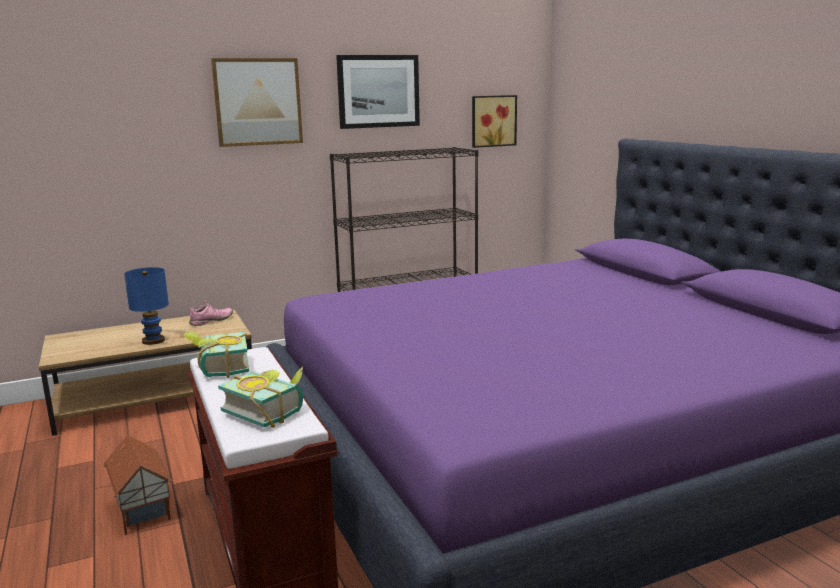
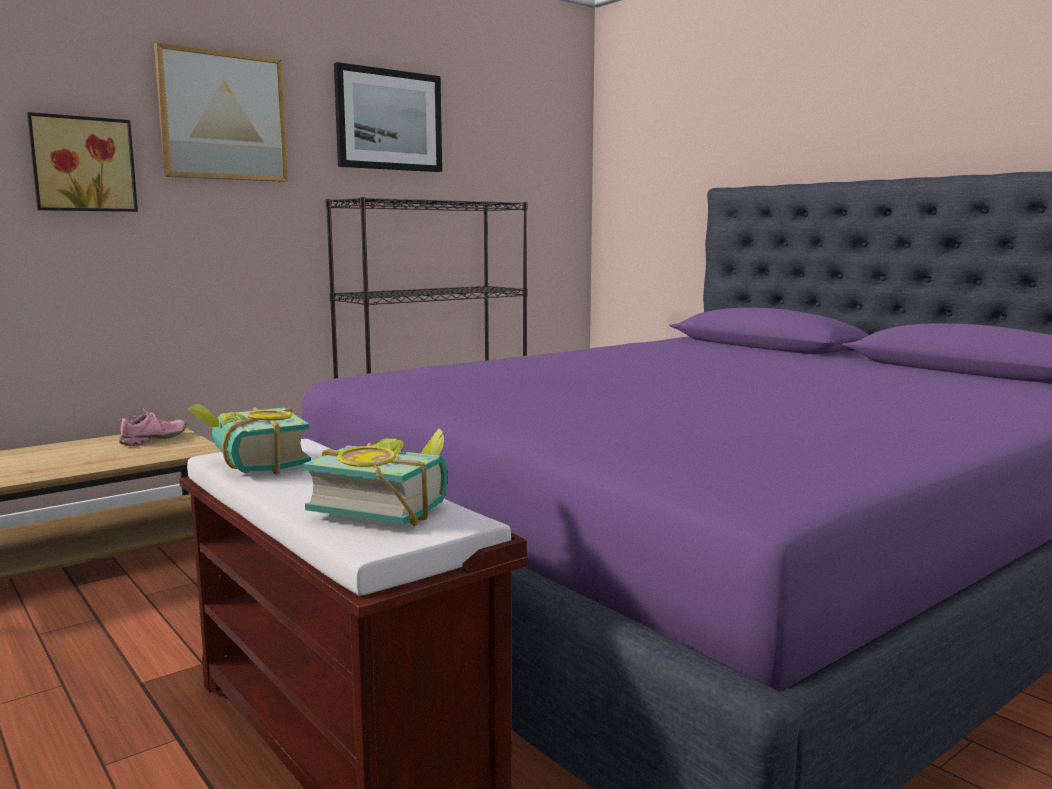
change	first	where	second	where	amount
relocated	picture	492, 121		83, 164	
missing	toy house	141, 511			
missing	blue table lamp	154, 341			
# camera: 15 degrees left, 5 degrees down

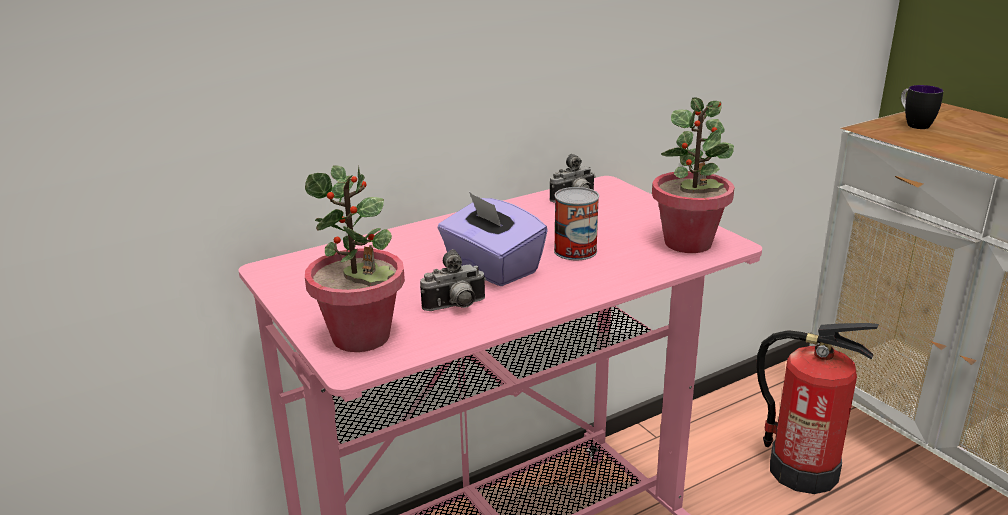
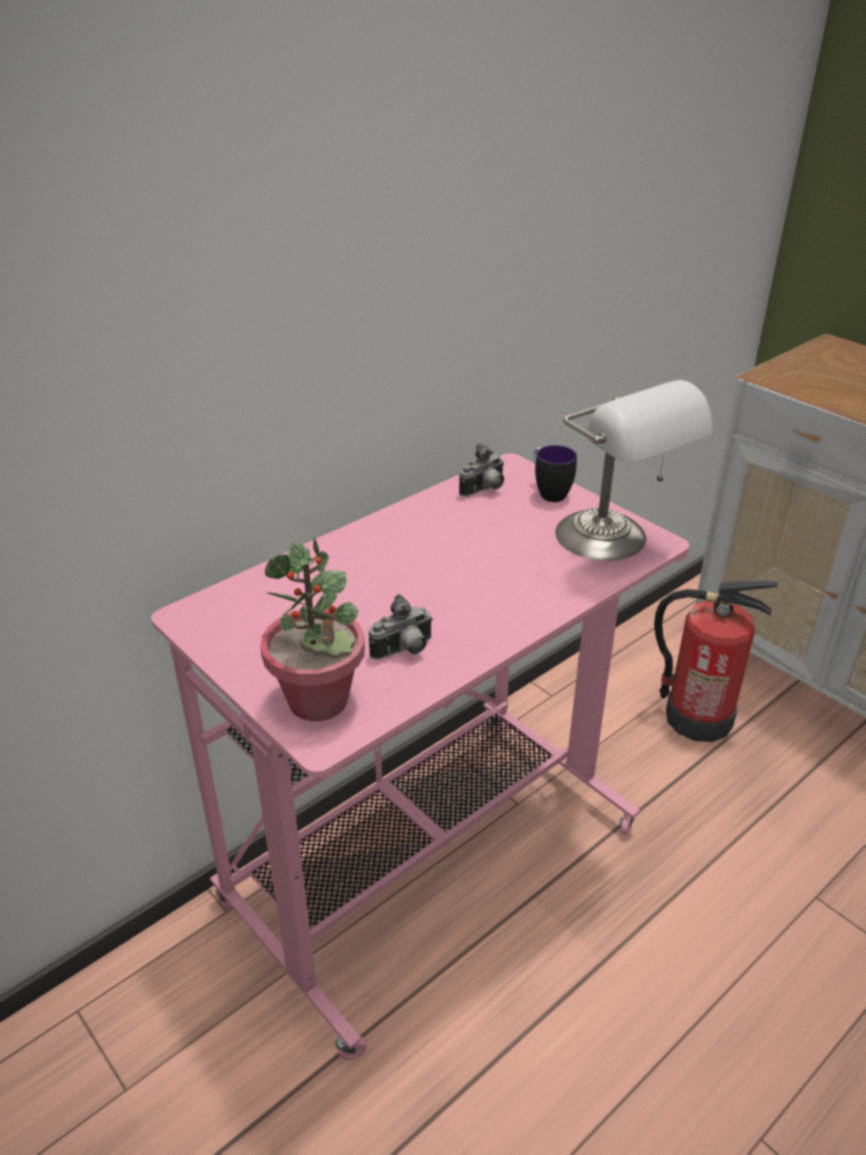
change	first	where	second	where	amount
relocated	mug	913, 124		548, 492	
exchanged	potted plant	688, 243	white table lamp	616, 543	
missing	purple tissue box	491, 268			
missing	can	575, 251			
# camera: 10 degrees left, 10 degrees up

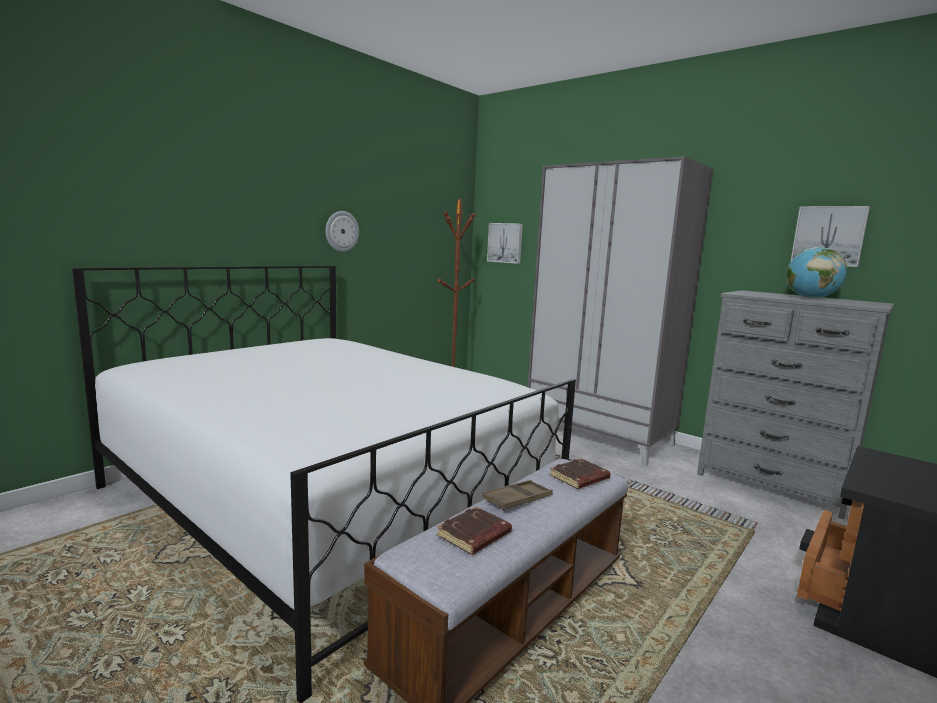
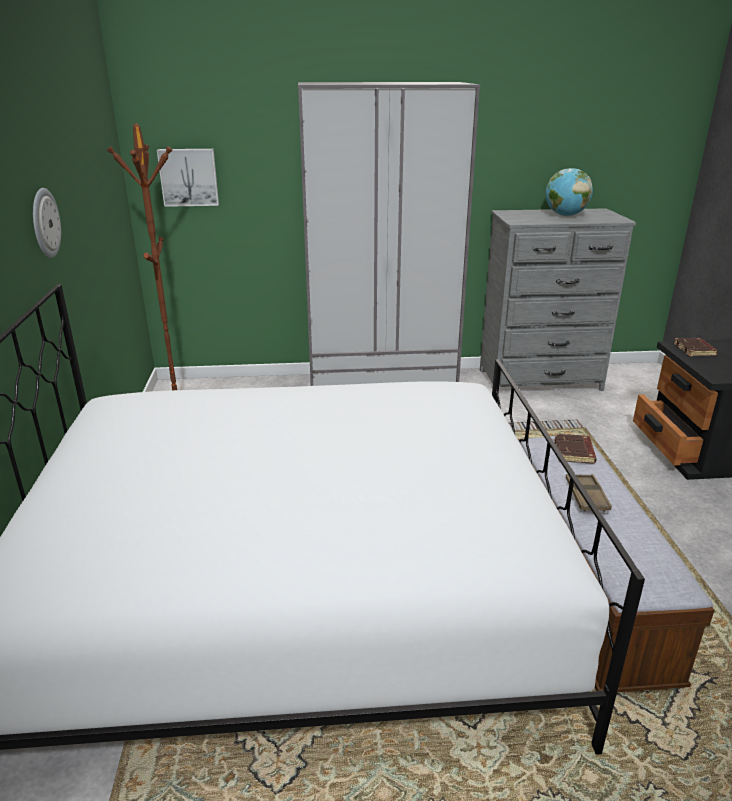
change	first	where	second	where	amount
relocated	brown book	474, 536		695, 350	
missing	picture	829, 236			
# camera: 45 degrees left, 15 degrees up

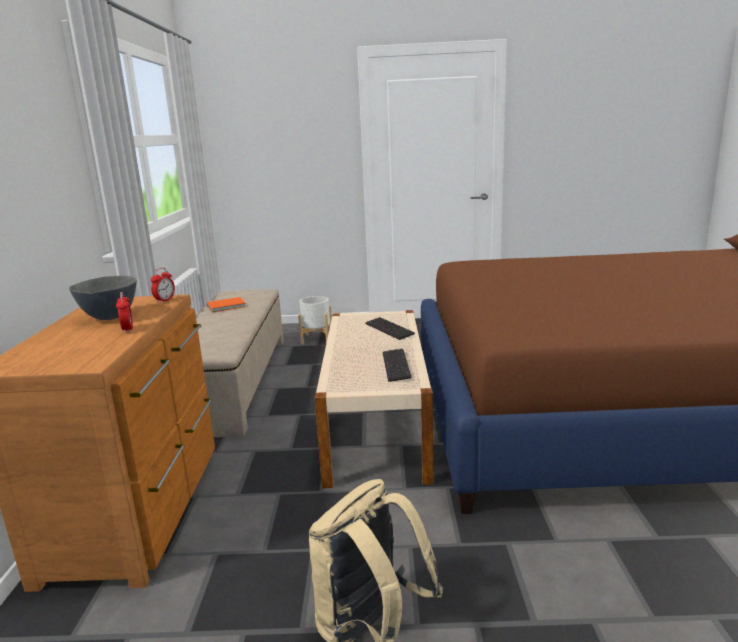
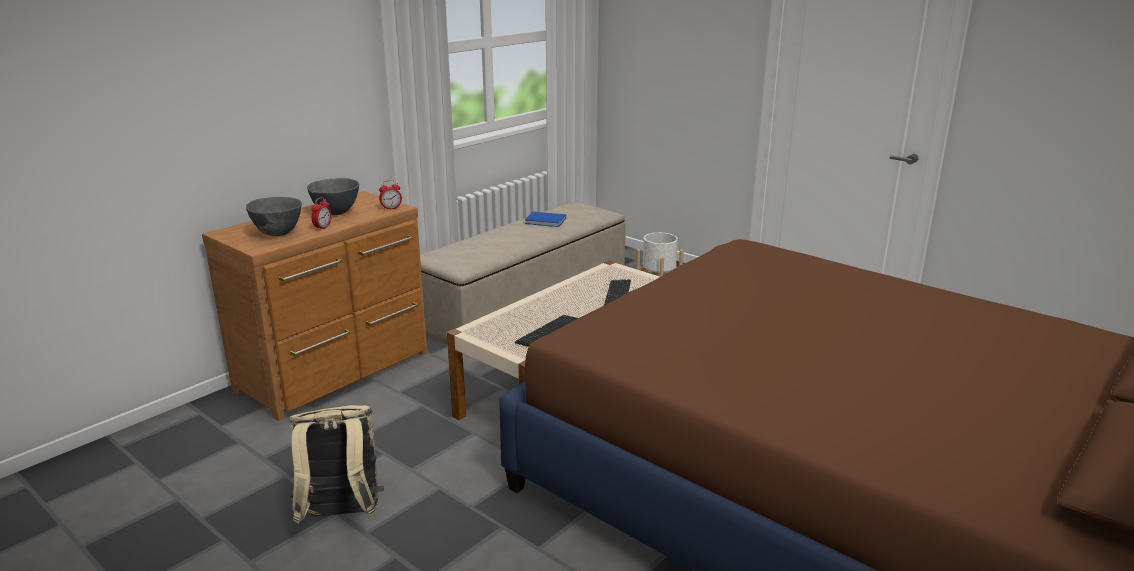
change	first	where	second	where	amount
appeared			grey bowl	278, 234	
colour	orange book	227, 306	blue book	546, 221	
# camera: 40 degrees right, 5 degrees up

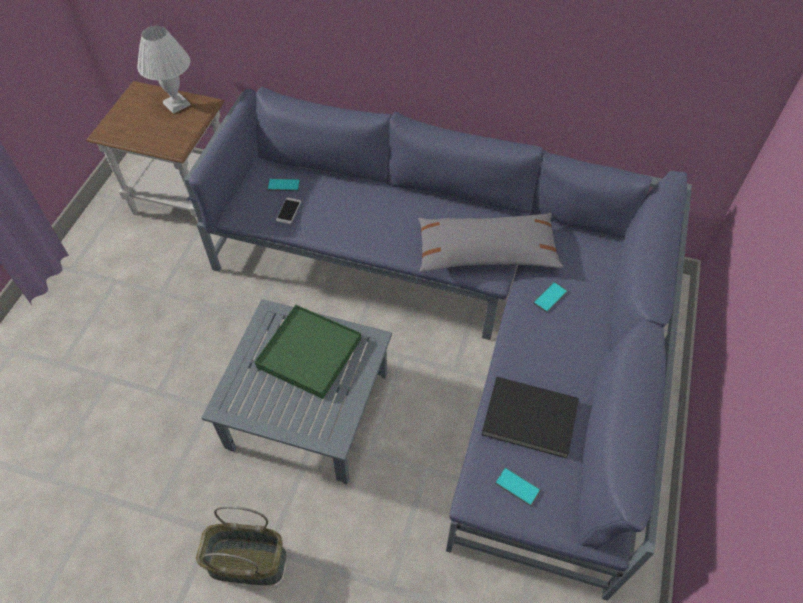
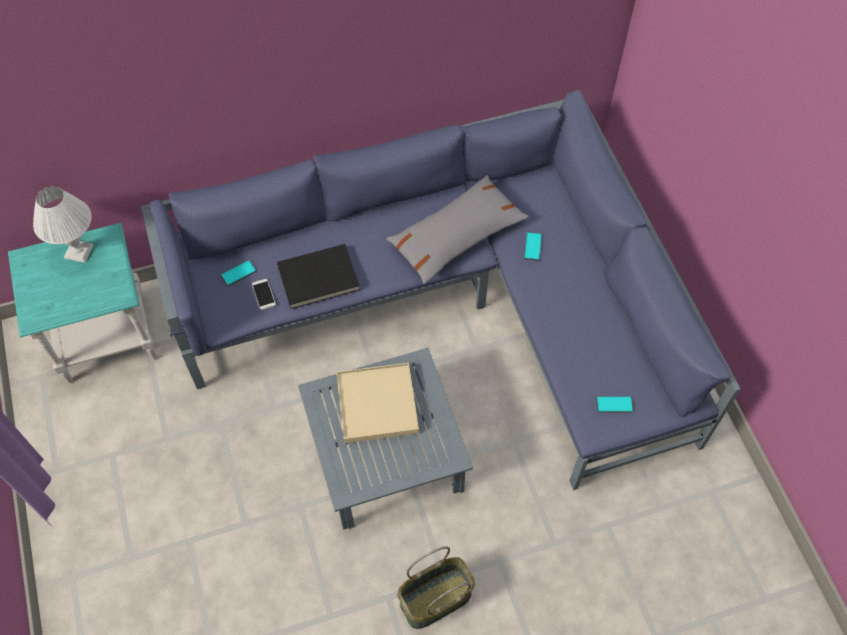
change	first	where	second	where	amount
colour	brown side table	185, 198	turquoise side table	108, 337	
relocated	black book	529, 420		318, 279	
colour	green tray	309, 353	beige tray	377, 405	
# camera: 35 degrees left, 5 degrees up

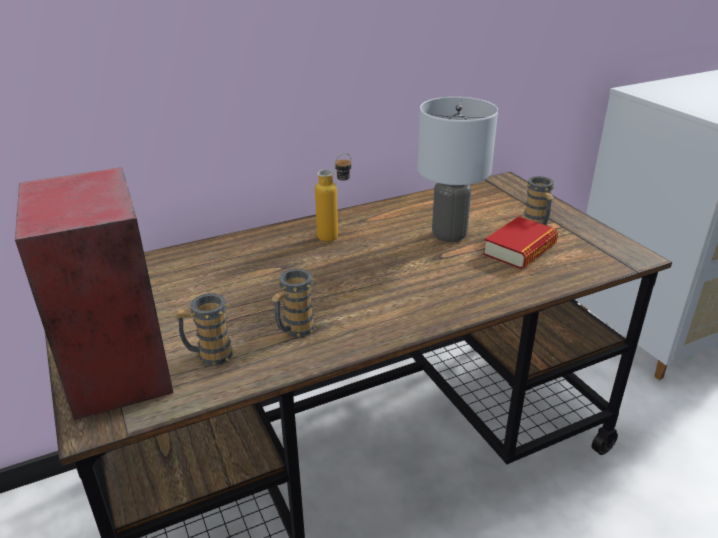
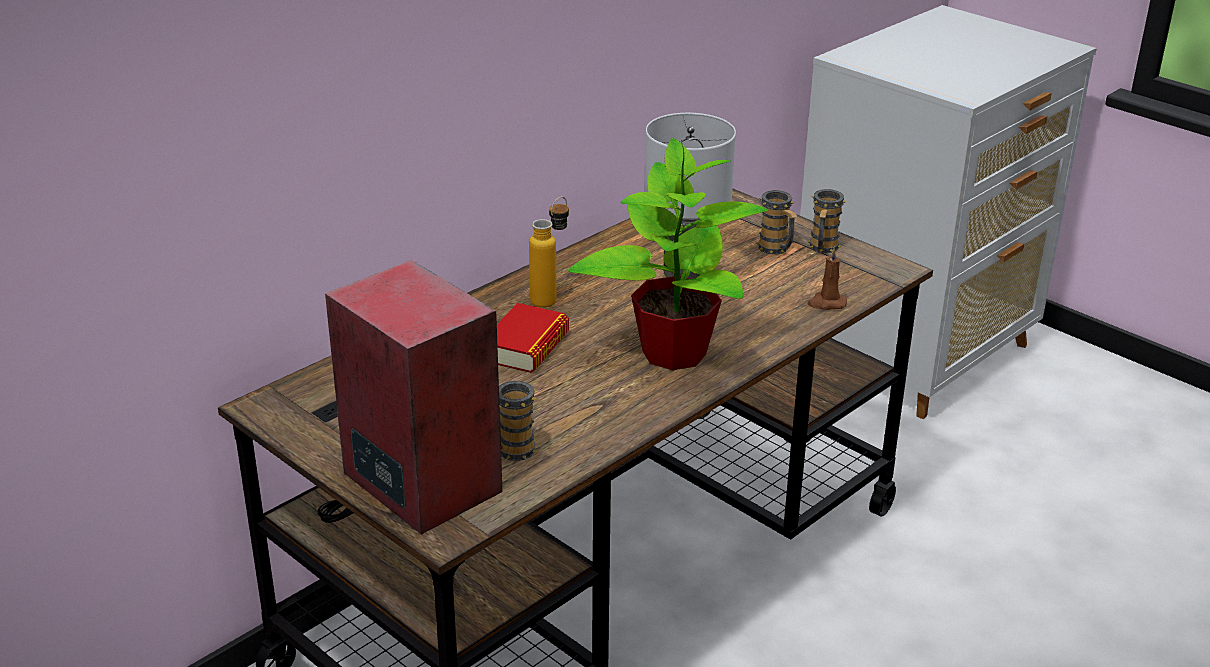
change	first	where	second	where	amount
relocated	book	519, 249		526, 347	
appeared			potted plant	672, 352	
relocated	mug	294, 330		822, 248	
appeared			brown candle	826, 303	
# camera: 20 degrees left, 0 degrees up

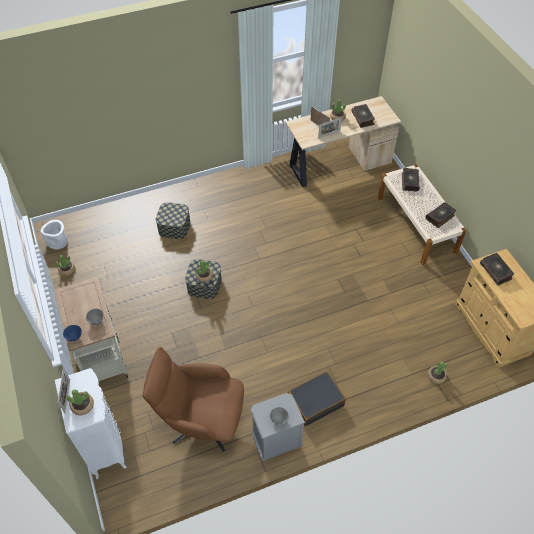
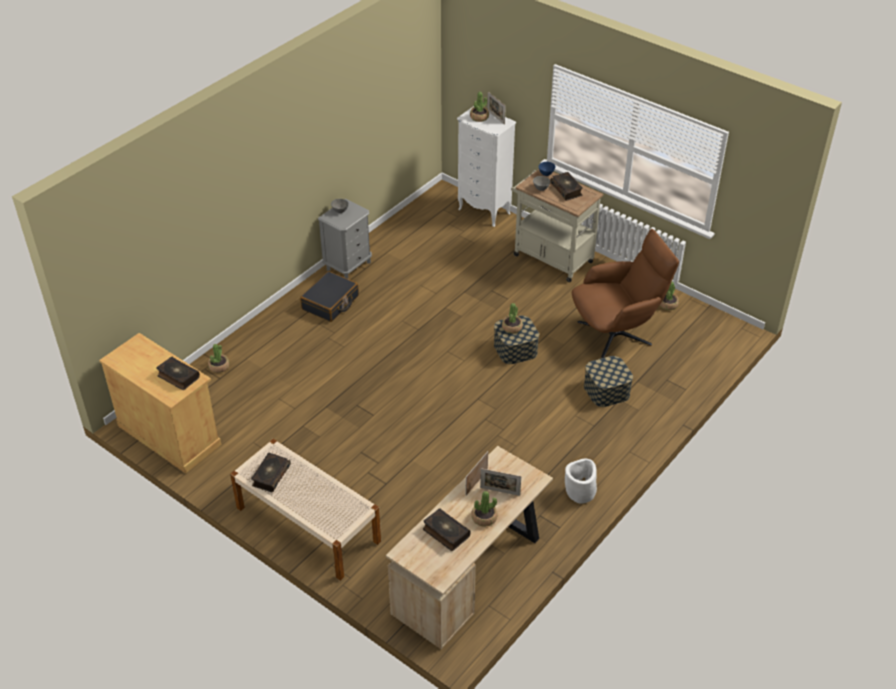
change	first	where	second	where	amount
relocated	book	409, 182		566, 190	
relocated	white planter	58, 242		580, 492	
relocated	brown armchair	202, 421		616, 333	
# camera: 150 degrees right, 10 degrees down

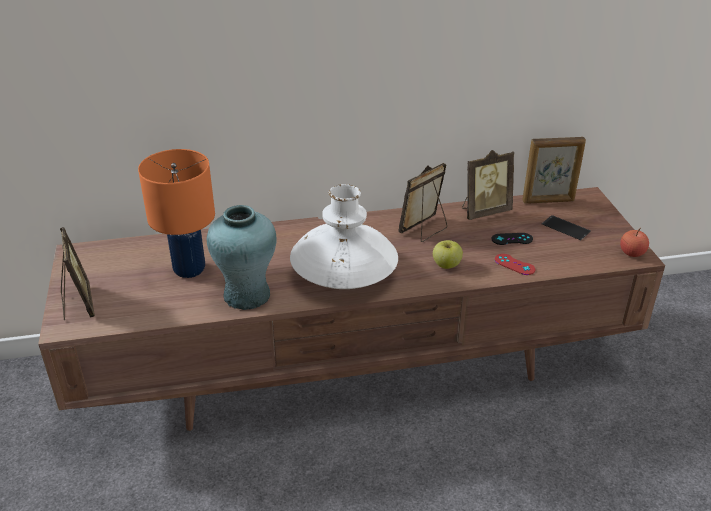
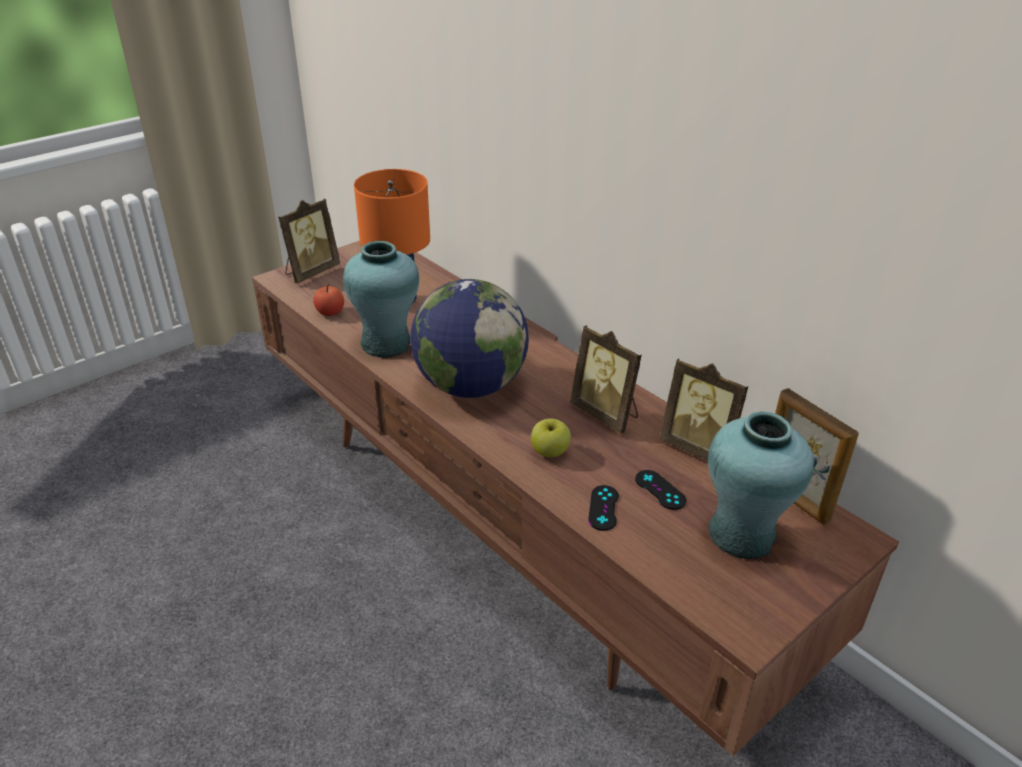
change	first	where	second	where	amount
relocated	apple	632, 253		330, 312	
exchanged	white vase	344, 273	globe	470, 386	
spun	picture frame	424, 230		606, 414	150 degrees counterclockwise
colour	red game controller	514, 264	black game controller	603, 508	
exchanged	phone	565, 228	turquoise vase	741, 534	
# camera: 60 degrees right, 0 degrees up

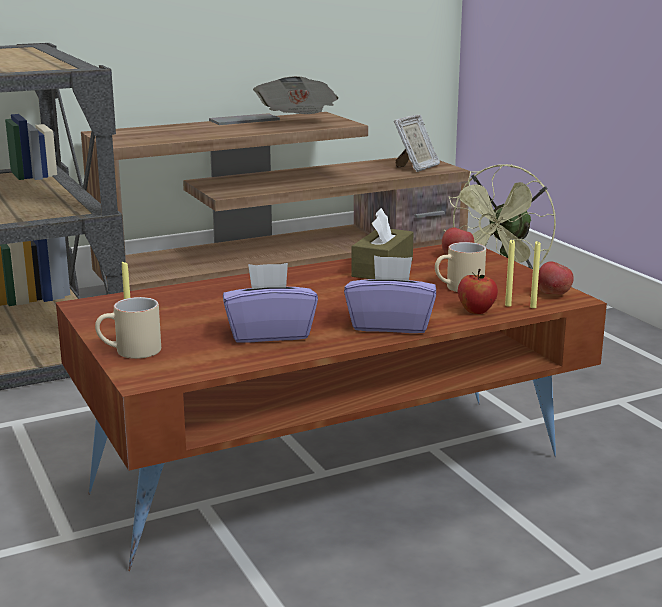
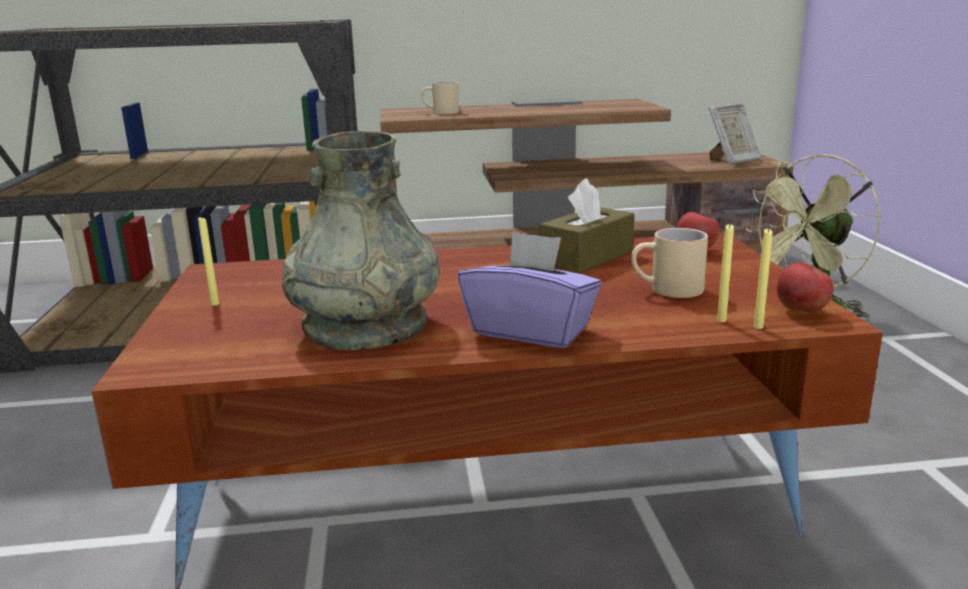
change	first	where	second	where	amount
exchanged	purple tissue box	269, 333	grey vase	365, 325	
relocated	beige mug	130, 352		440, 113	
missing	newspaper	297, 120			
missing	apple	476, 311			
# camera: 20 degrees right, 0 degrees up

